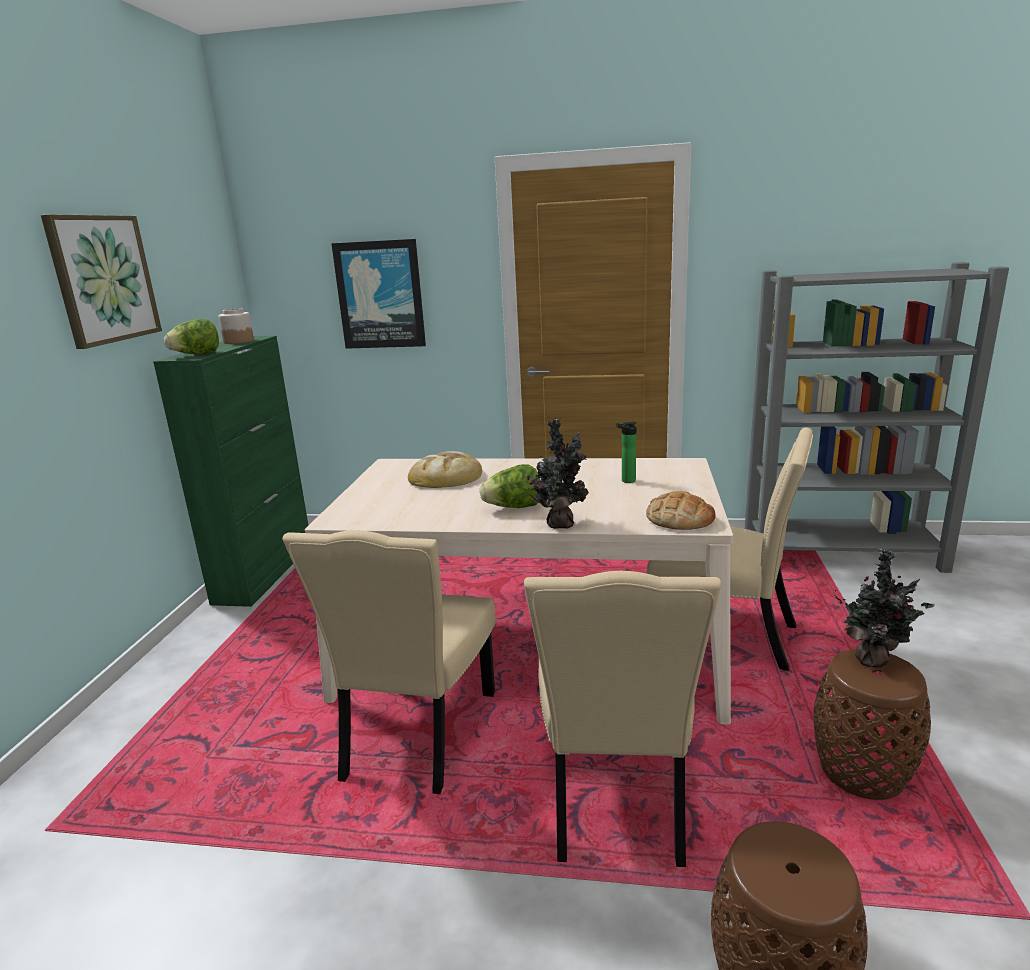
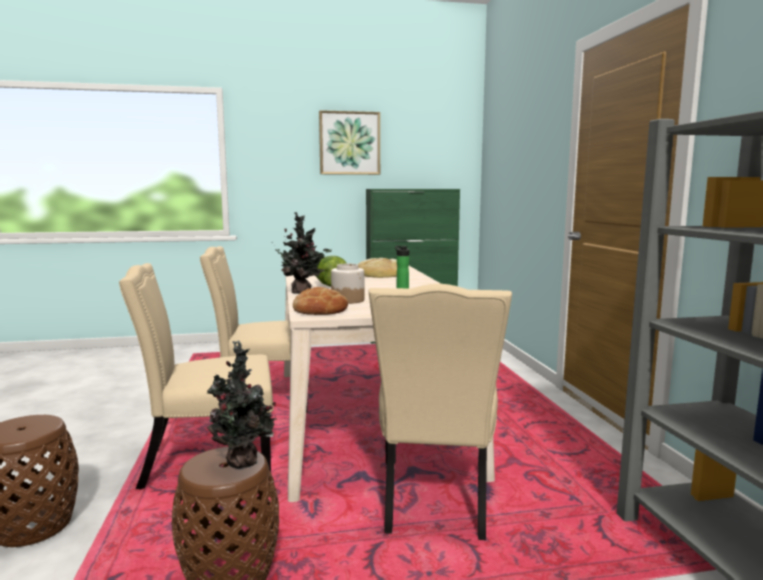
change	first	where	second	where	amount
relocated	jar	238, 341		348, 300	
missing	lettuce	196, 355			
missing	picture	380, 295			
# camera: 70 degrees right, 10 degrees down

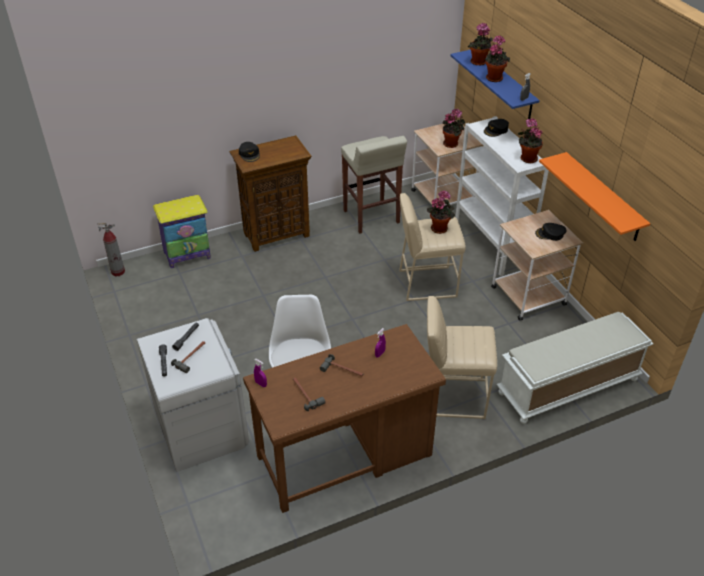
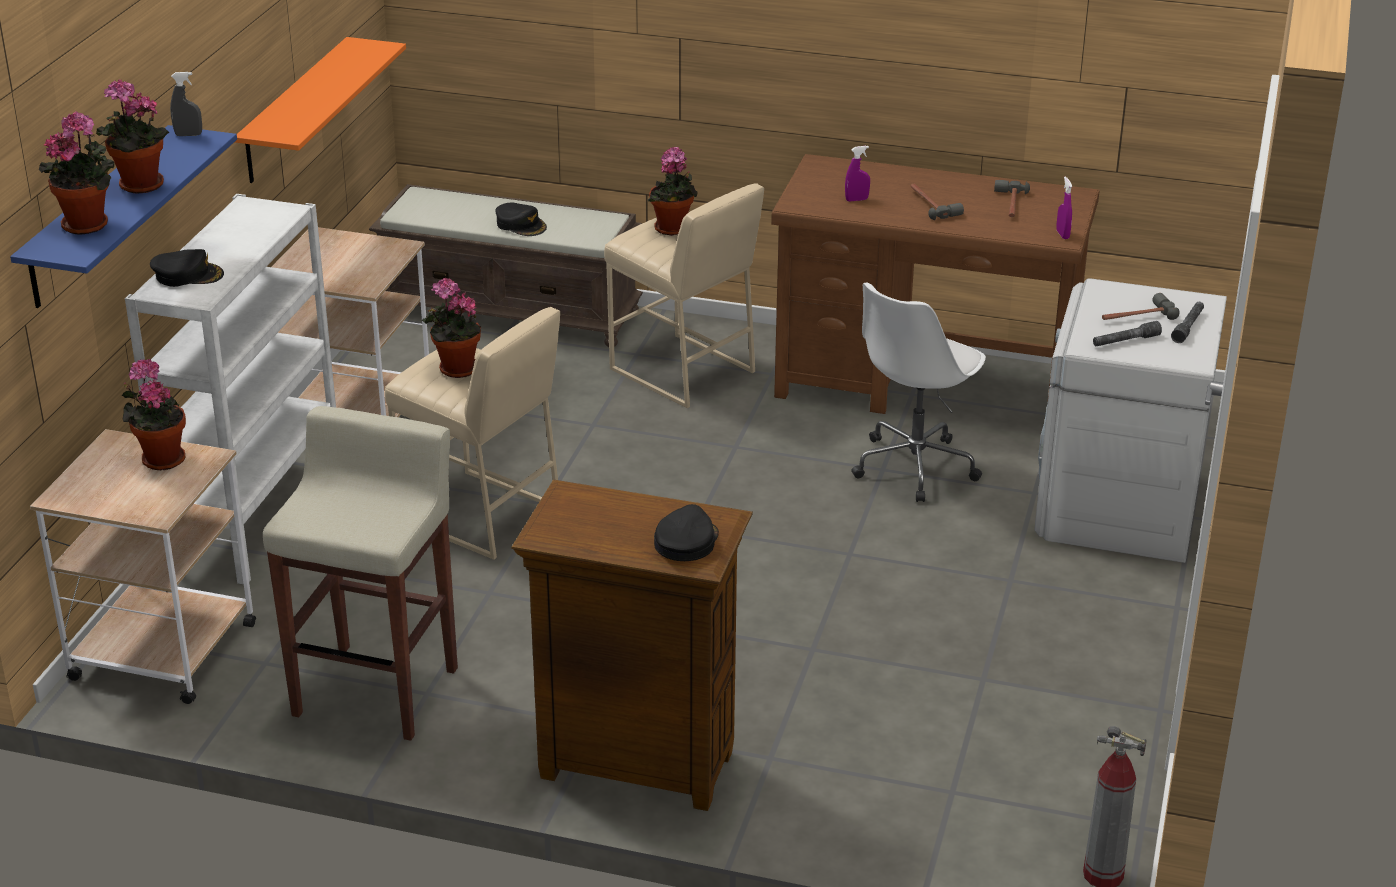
change	first	where	second	where	amount
colour	white bench	568, 387	brown bench	512, 311	
relocated	black cap	550, 234		521, 225	
relocated	potted plant	527, 158		673, 230	
missing	nightstand	189, 255			
# camera: 140 degrees left, 10 degrees down

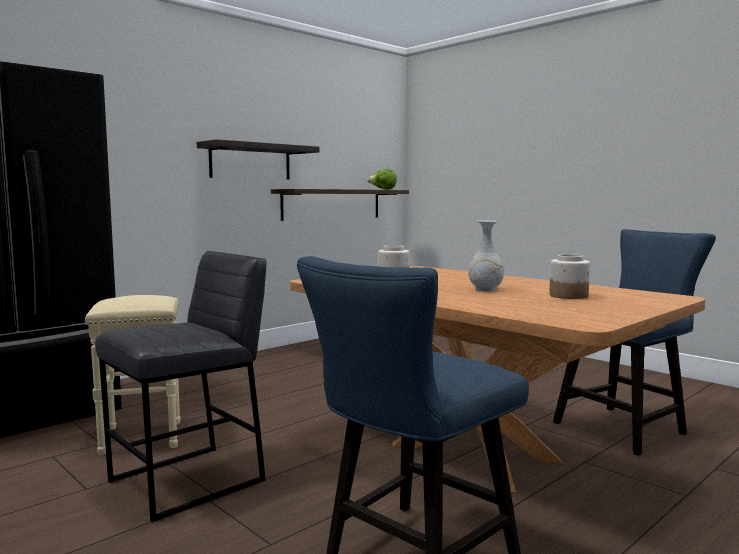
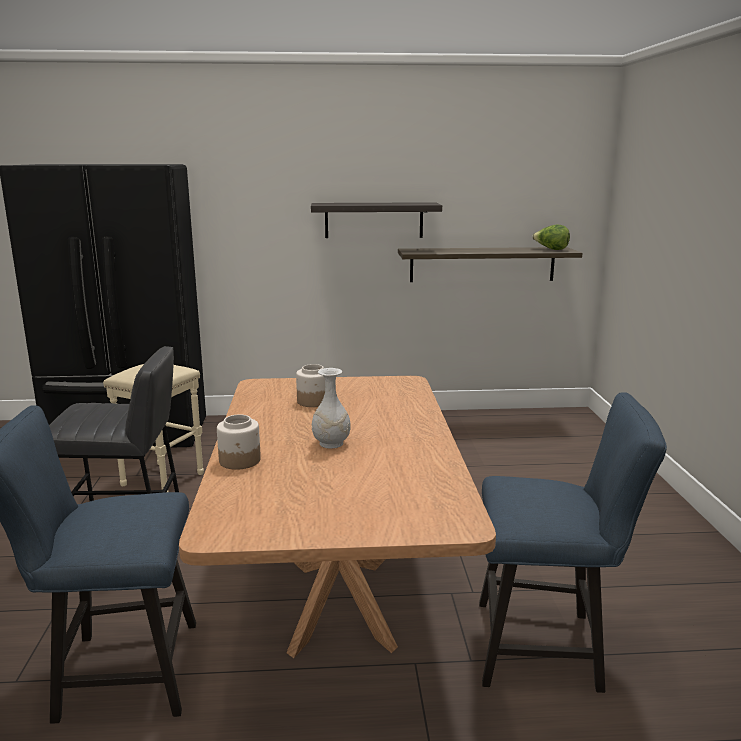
change	first	where	second	where	amount
relocated	jar	569, 296		240, 461	
# camera: 40 degrees right, 10 degrees up

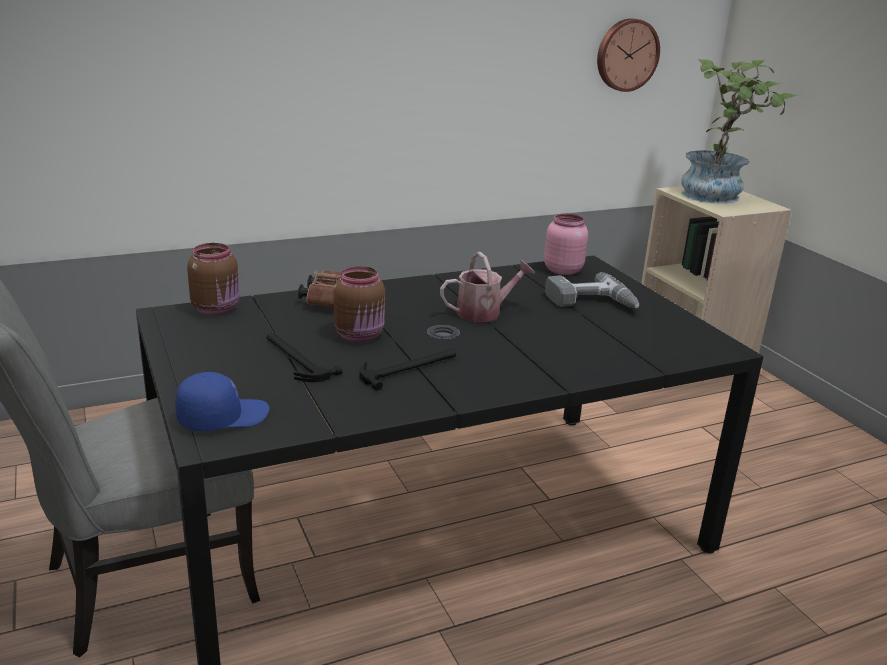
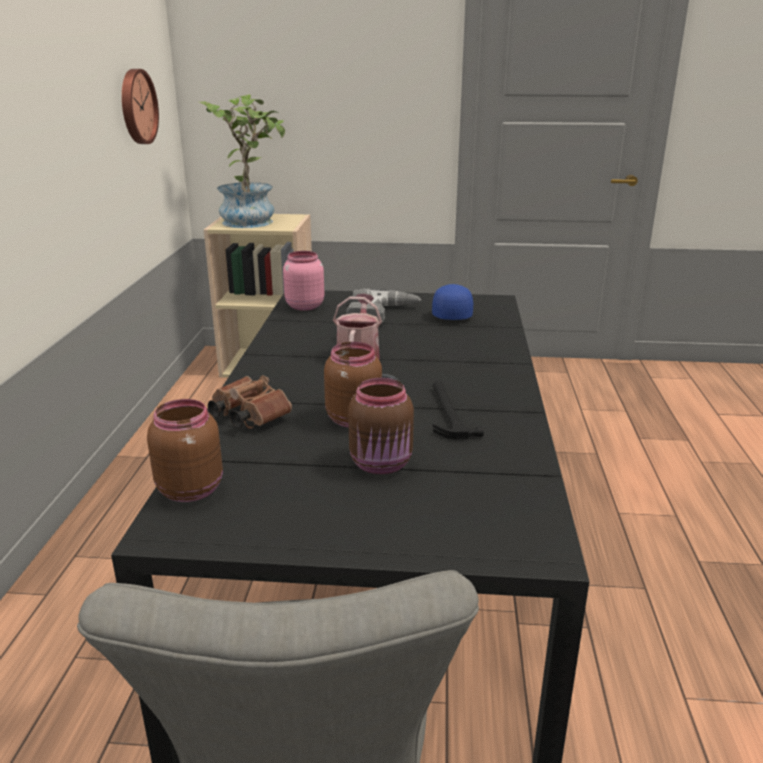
change	first	where	second	where	amount
exchanged	hammer	295, 359	brown jar	382, 464	
relocated	blue cap	222, 417		450, 314	
# camera: 60 degrees left, 0 degrees up

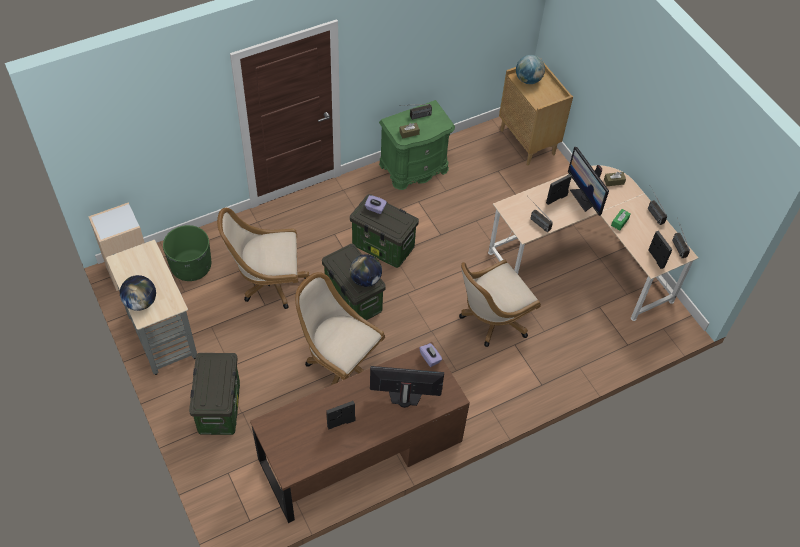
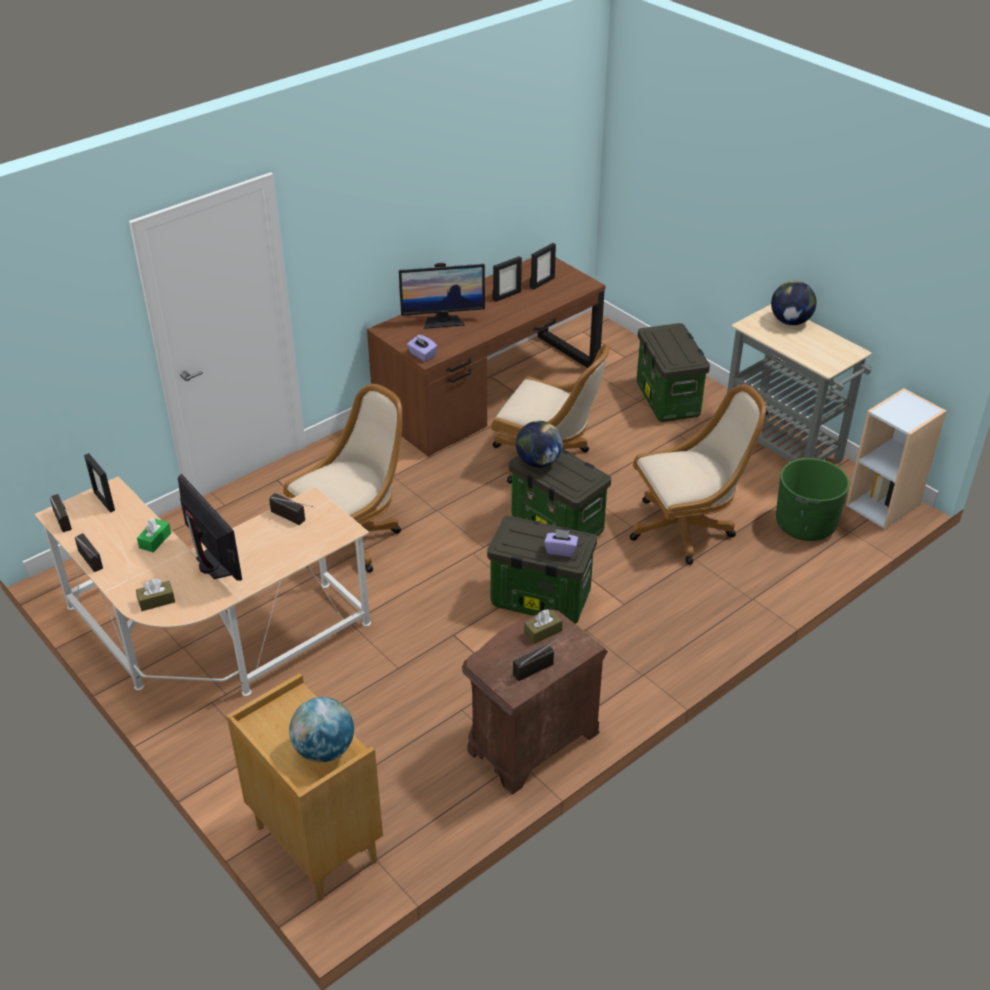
change	first	where	second	where	amount
colour	green nightstand	416, 168	brown nightstand	528, 739	
relocated	picture frame	556, 199		542, 282	
# camera: 170 degrees right, 15 degrees down

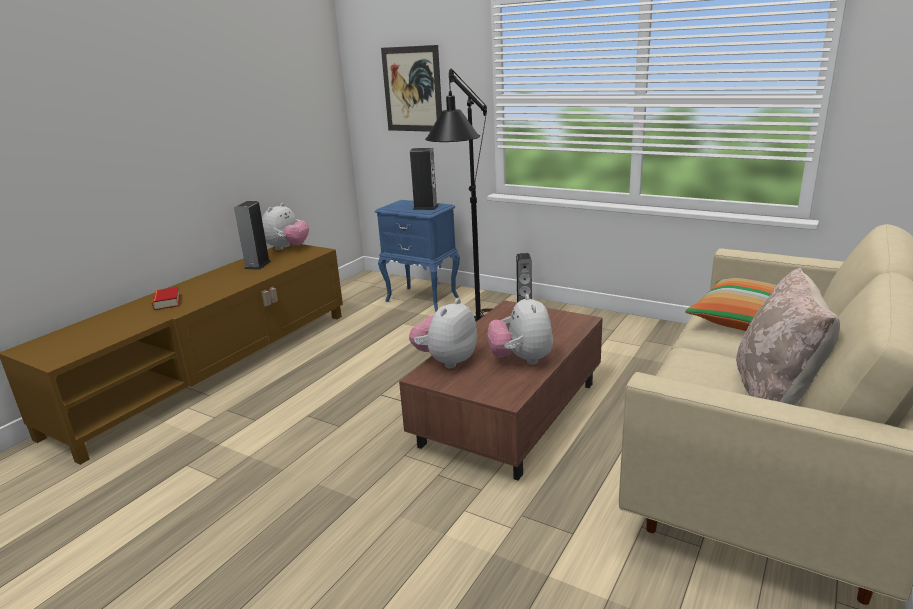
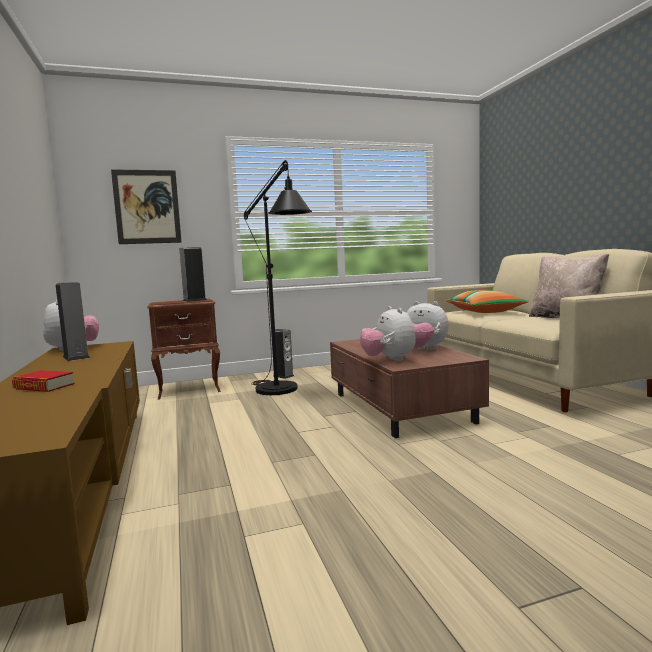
change	first	where	second	where	amount
colour	blue nightstand	422, 299	brown nightstand	189, 390	
# camera: 50 degrees left, 15 degrees down

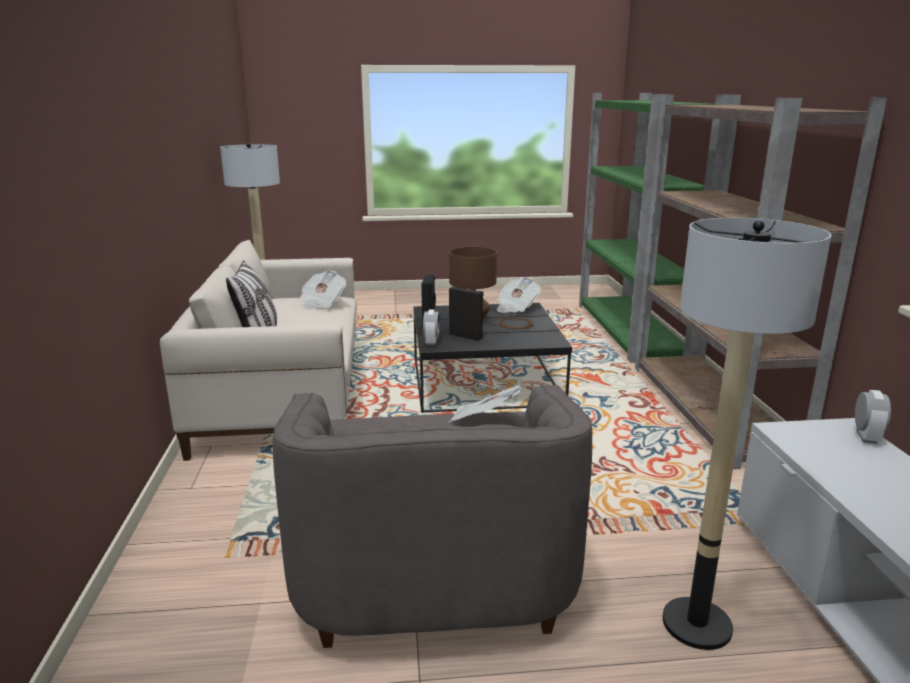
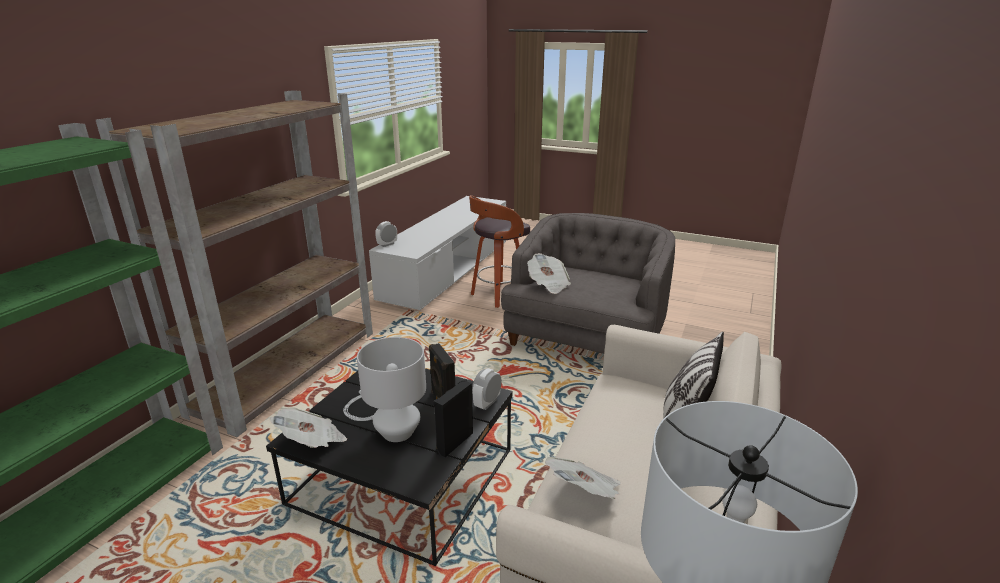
change	first	where	second	where	amount
colour	brown table lamp	489, 321	white table lamp	385, 422	
exchanged	floor lamp	697, 624	stool	497, 296	
# camera: 150 degrees left, 5 degrees up

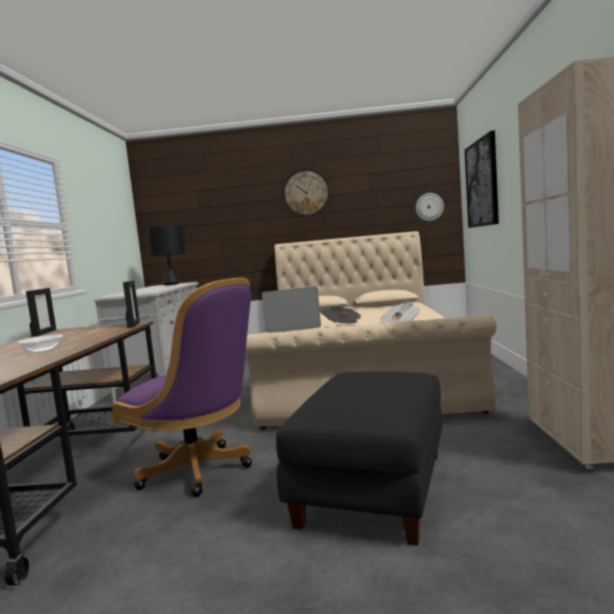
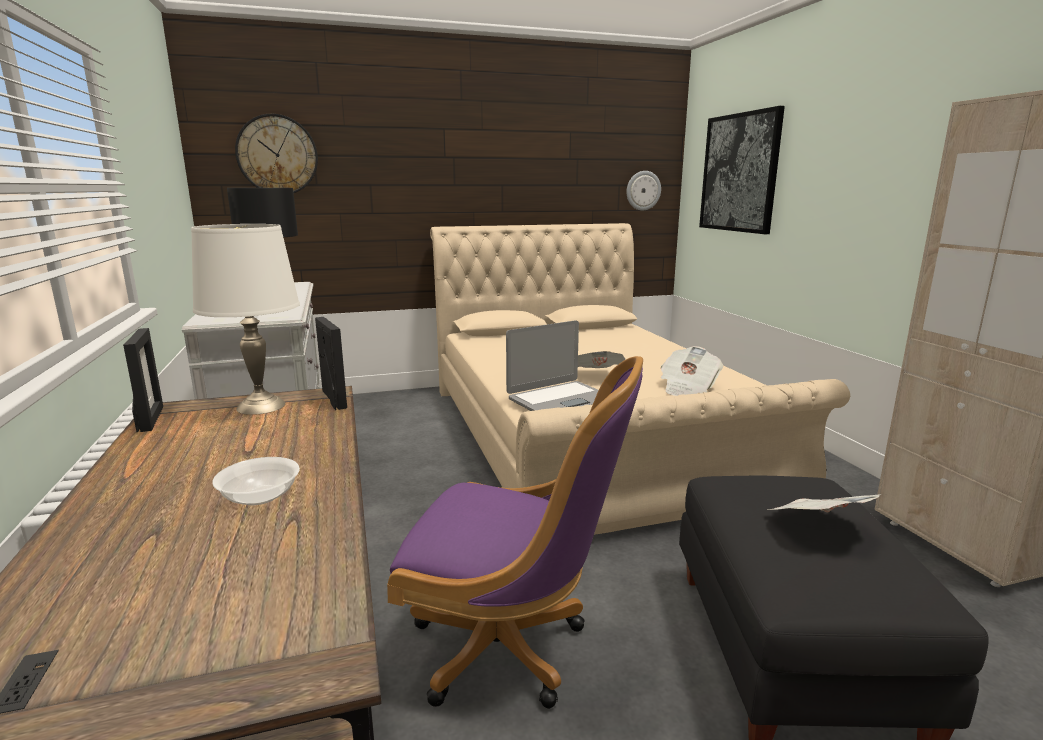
change	first	where	second	where	amount
appeared			white table lamp	261, 406	
relocated	wall clock	306, 193		277, 155	
appeared			newspaper	819, 526	
# camera: 20 degrees left, 10 degrees up

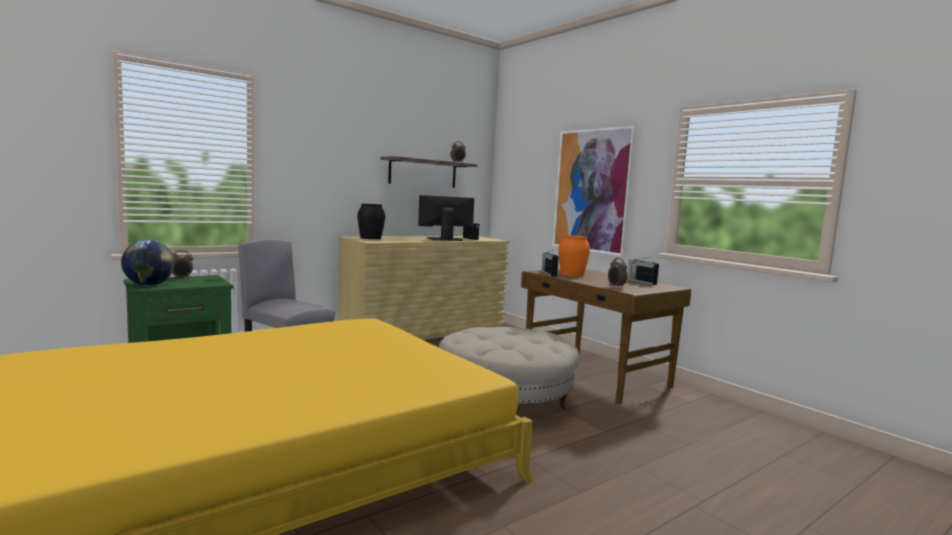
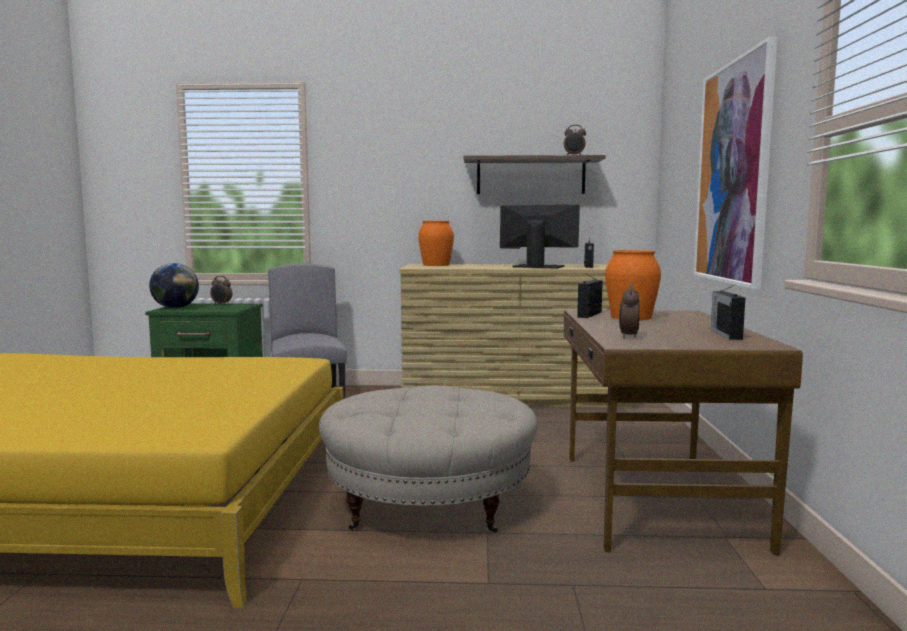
change	first	where	second	where	amount
colour	black vase	371, 238	orange vase	436, 265	
# camera: 40 degrees right, 0 degrees up

